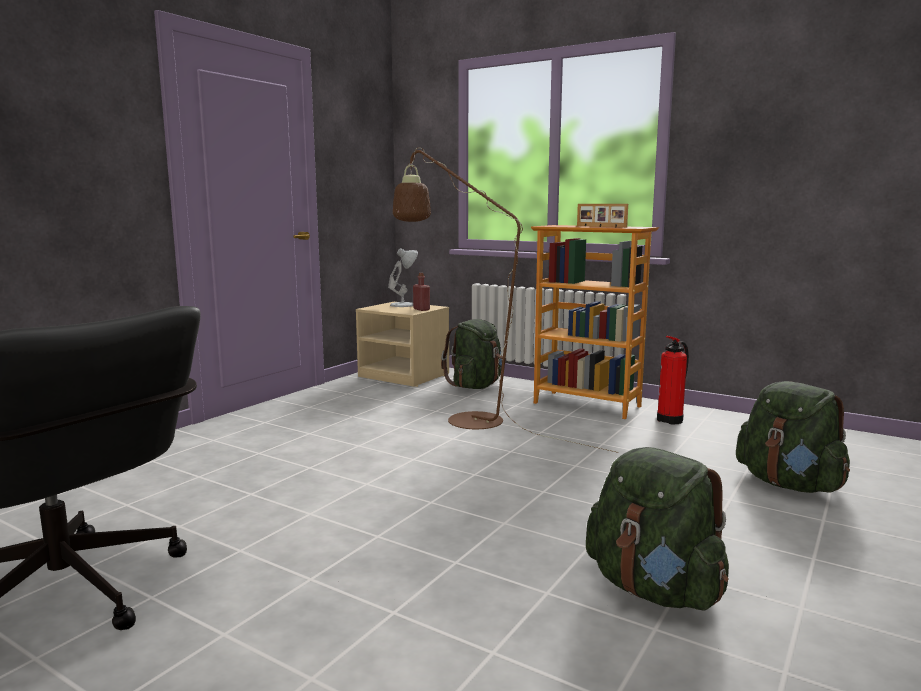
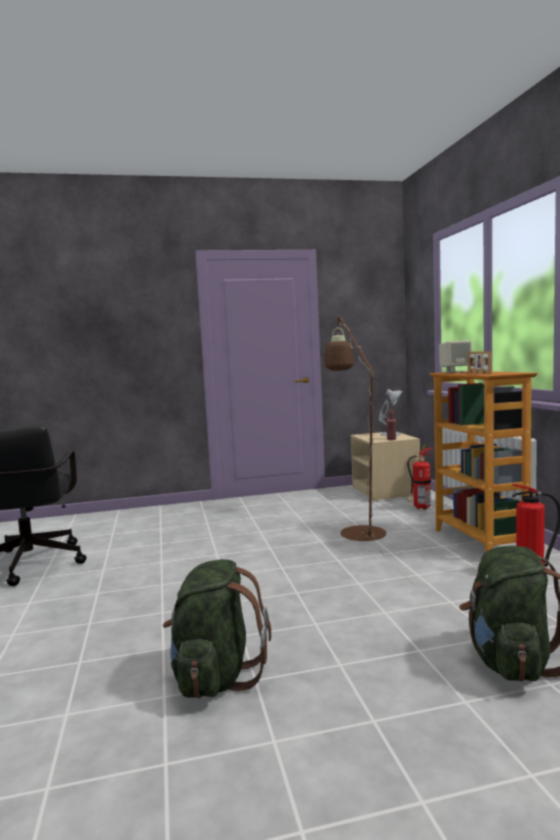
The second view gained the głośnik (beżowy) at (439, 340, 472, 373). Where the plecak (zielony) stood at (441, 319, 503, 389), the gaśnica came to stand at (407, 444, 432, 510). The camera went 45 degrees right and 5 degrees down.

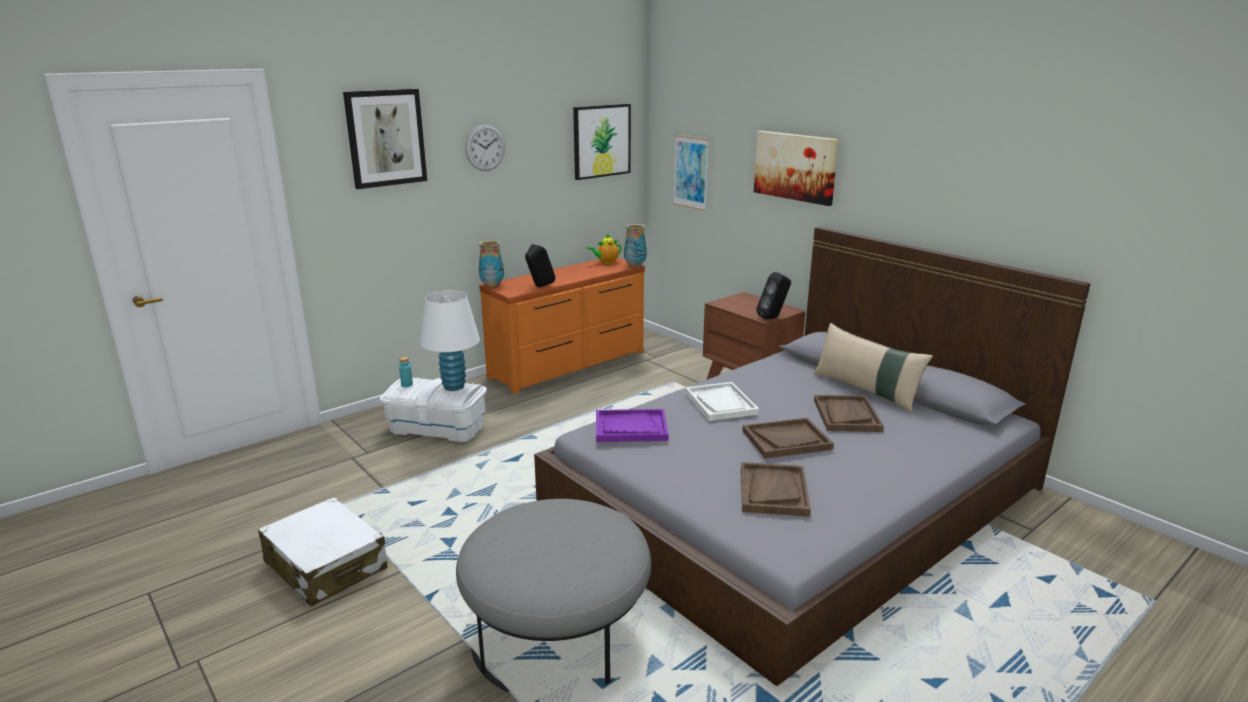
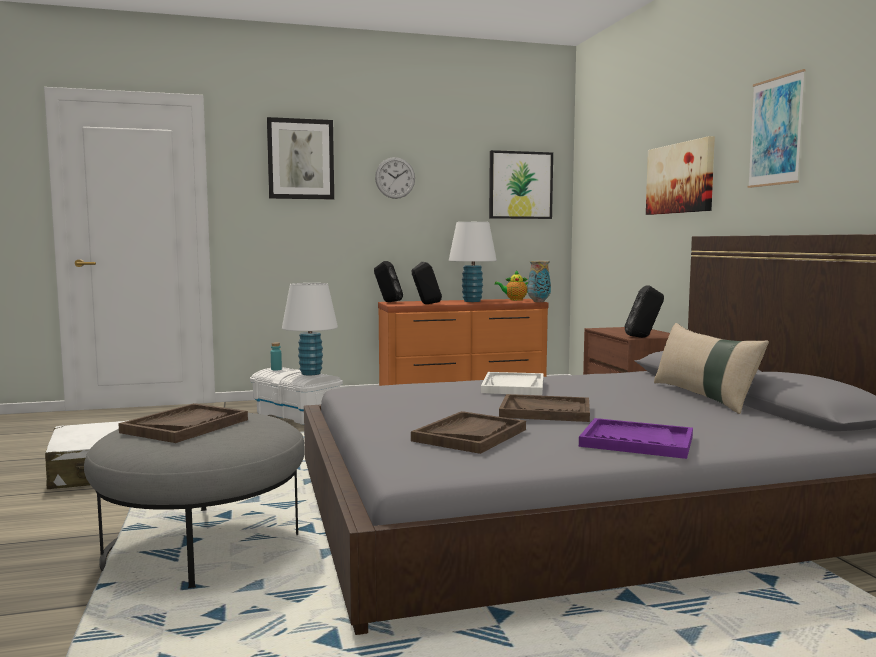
The second view gained the lampa stołowa (biały) at (449, 222, 497, 302). The taca (fioletowy) ended up elsewhere, having gone from (596, 409, 669, 442) to (579, 418, 693, 459). The obraz ended up elsewhere, having gone from (673, 135, 709, 211) to (747, 69, 806, 188). The taca (brązowy) ended up elsewhere, having gone from (814, 395, 884, 432) to (118, 403, 248, 443). Where the wazon stood at (479, 240, 504, 287), the głośnik (czarny) came to stand at (374, 261, 403, 302). The camera went 25 degrees right and 15 degrees down.

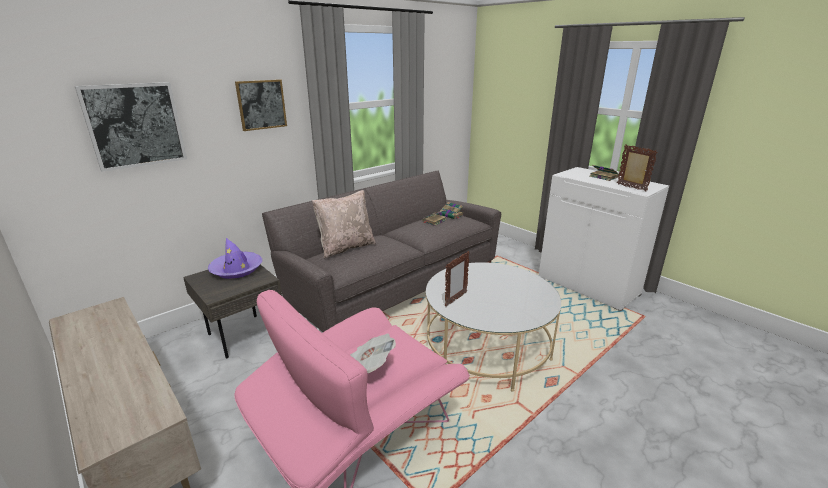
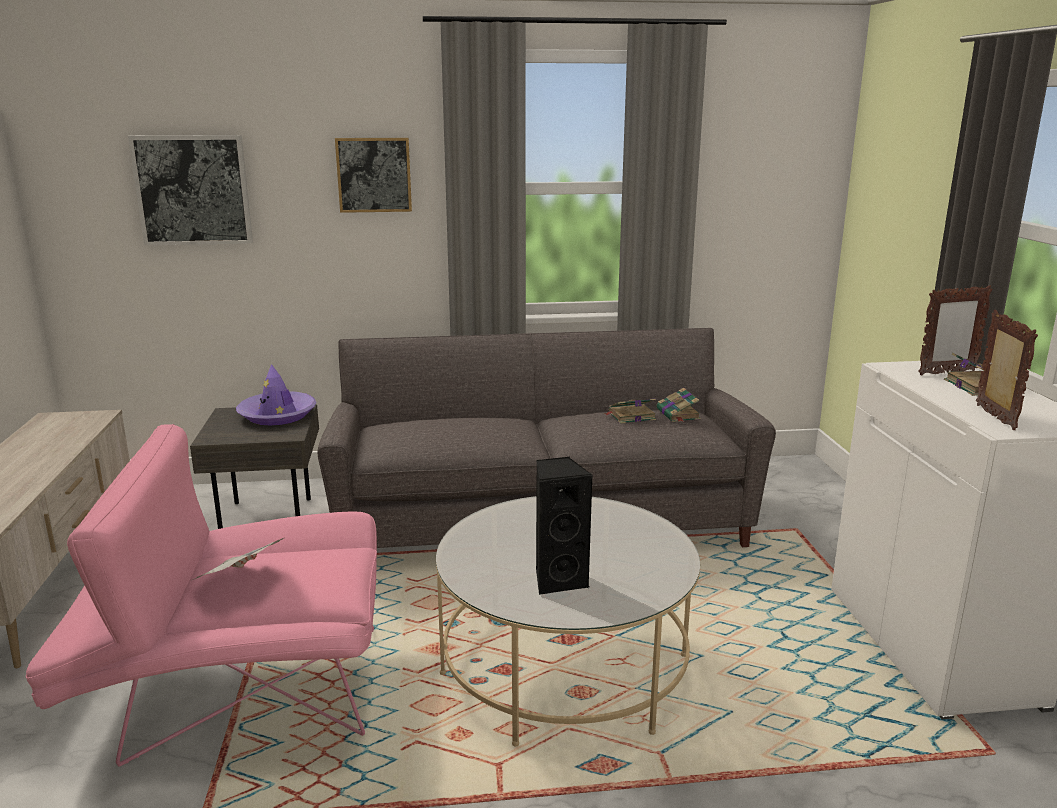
The second view lost the poduszka (beżowy) at (312, 190, 376, 258). The second view gained the głośnik (czarny) at (536, 457, 593, 595). The ramka na zdjęcie ended up elsewhere, having gone from (445, 251, 470, 307) to (918, 285, 993, 375). The camera went 35 degrees right and 5 degrees down.

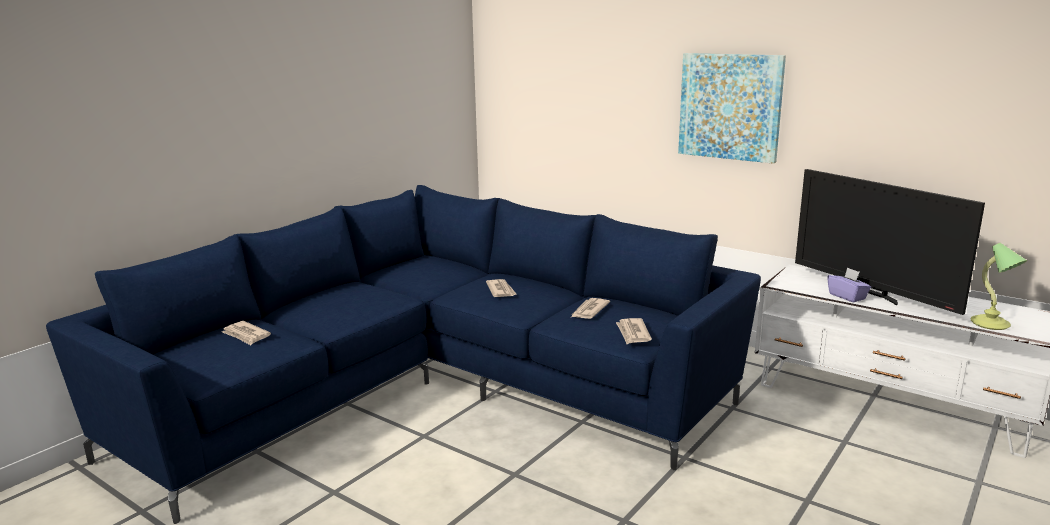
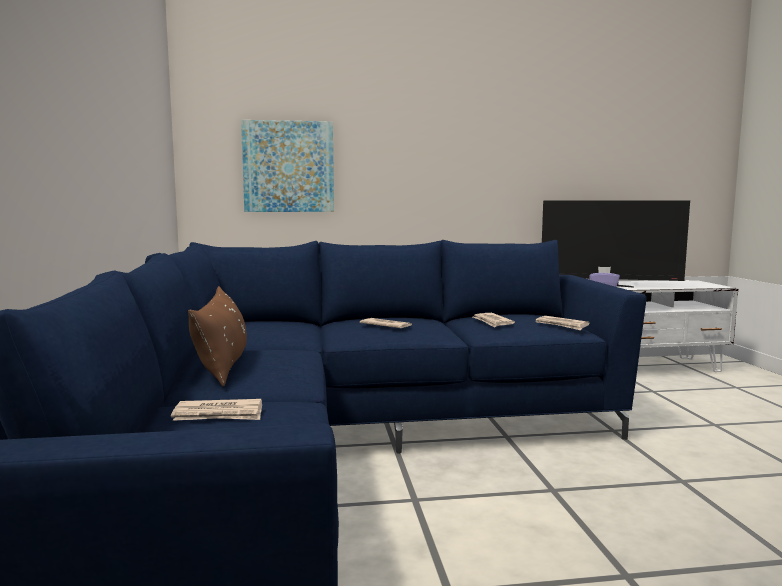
The second view lost the lampa stołowa at (970, 243, 1027, 330). The second view gained the poduszka (brązowy) at (188, 286, 247, 386). The obraz ended up elsewhere, having gone from (678, 53, 786, 164) to (241, 120, 334, 212). The camera went 45 degrees left and 10 degrees down.

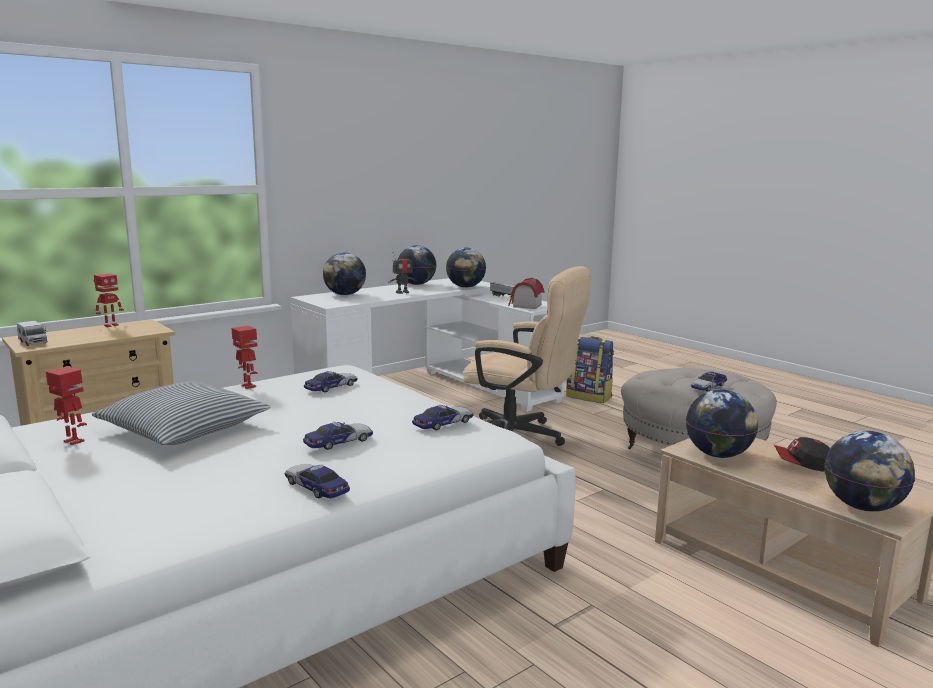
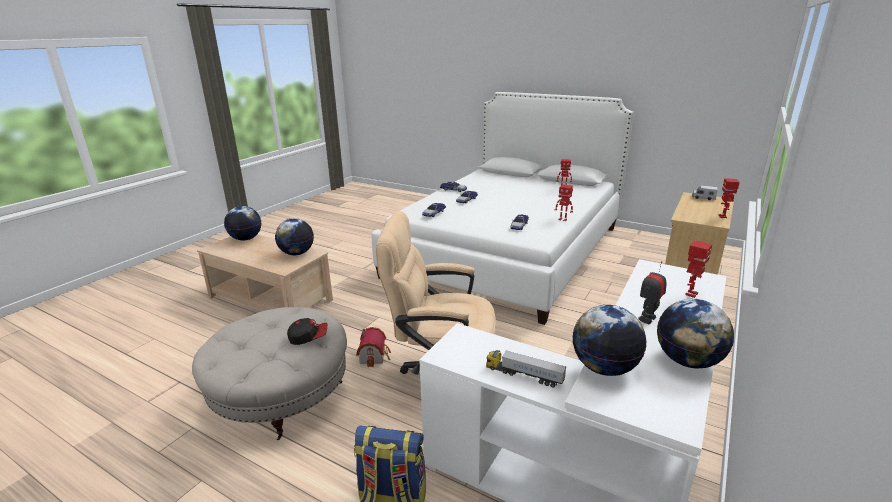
The second view lost the poduszka at (92, 381, 270, 445). The second view lost the samochodzik at (691, 372, 727, 391). The domek ended up elsewhere, having gone from (508, 278, 544, 309) to (356, 327, 391, 367). The czapka z daszkiem ended up elsewhere, having gone from (774, 437, 830, 472) to (287, 318, 327, 345). Where the globus stood at (323, 252, 366, 295), the robot zabawkowy came to stand at (685, 240, 713, 298). The camera went 160 degrees right and 10 degrees up.

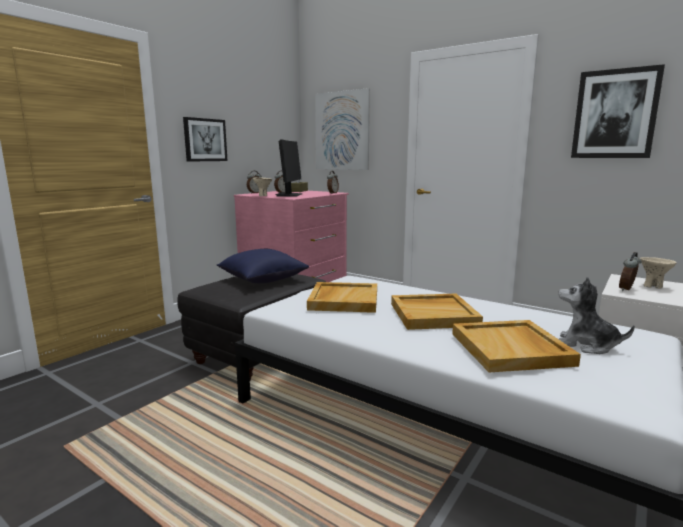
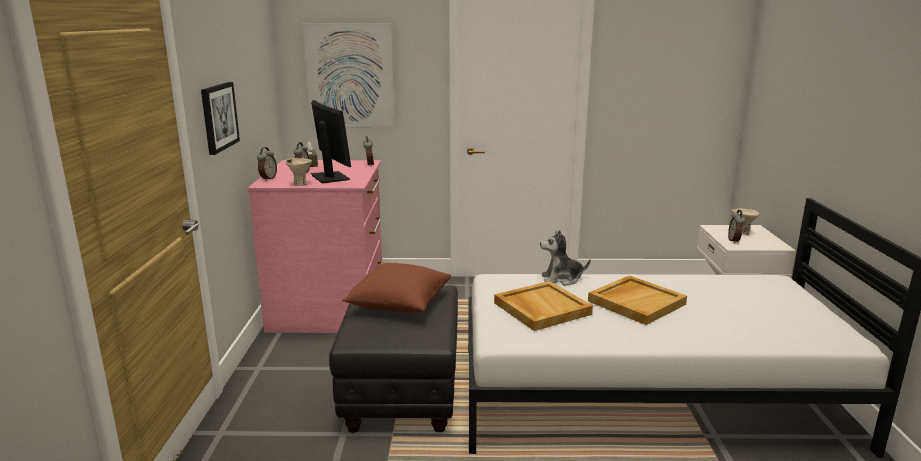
The second view lost the taca (beżowy) at (452, 320, 581, 373). The second view lost the obraz at (571, 64, 665, 158). The pluszak ended up elsewhere, having gone from (558, 276, 635, 354) to (540, 230, 590, 285). What was the poduszka (niebieski) at (217, 249, 309, 283) turned into the poduszka (brązowy) at (342, 263, 451, 313). The camera went 35 degrees left and 5 degrees up.

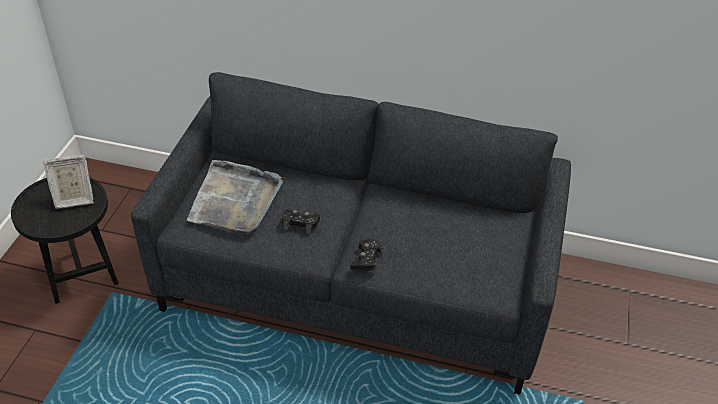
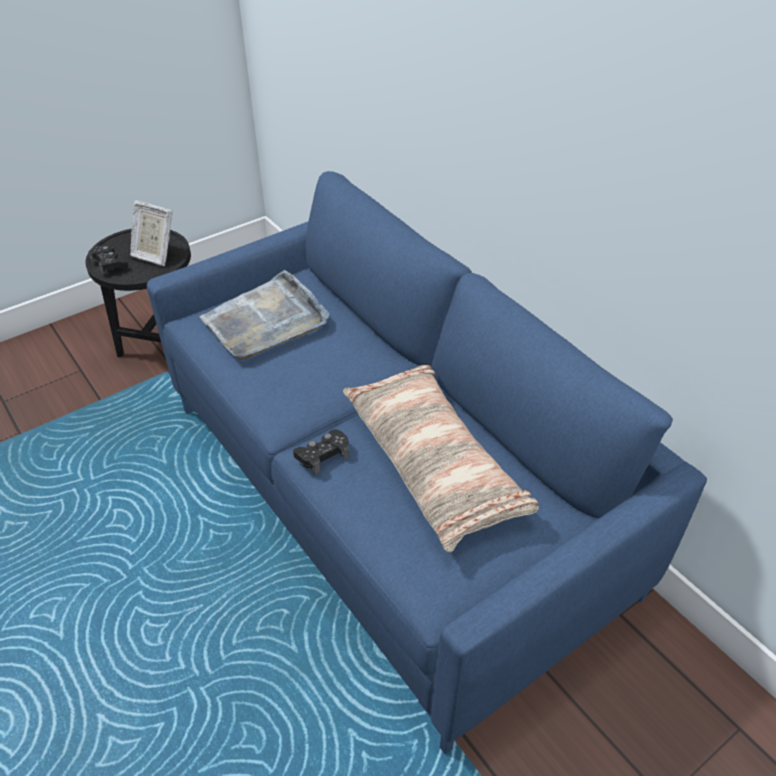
The second view gained the poduszka at (343, 365, 539, 552). The pad do gier (czarny) ended up elsewhere, having gone from (282, 209, 320, 234) to (88, 245, 128, 274). What was the kanapa (szary) at (131, 72, 571, 395) turned into the kanapa (niebieski) at (147, 171, 707, 755). The camera went 40 degrees right and 0 degrees up.

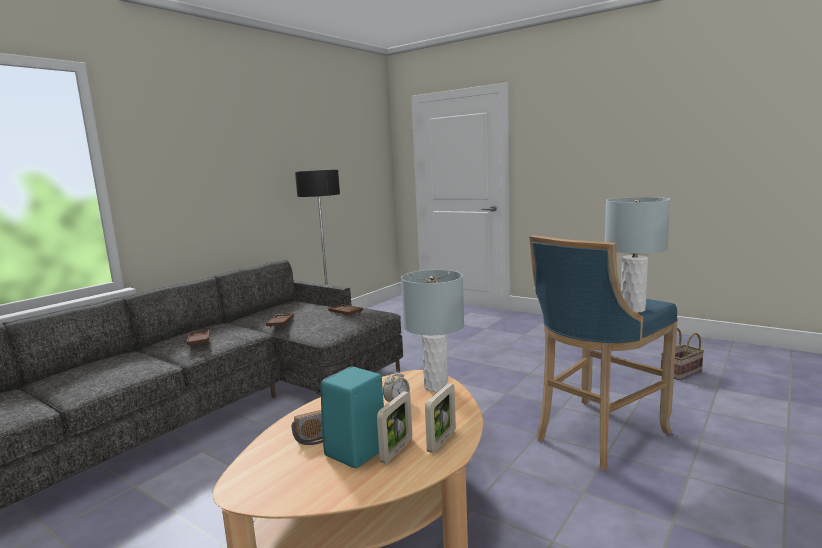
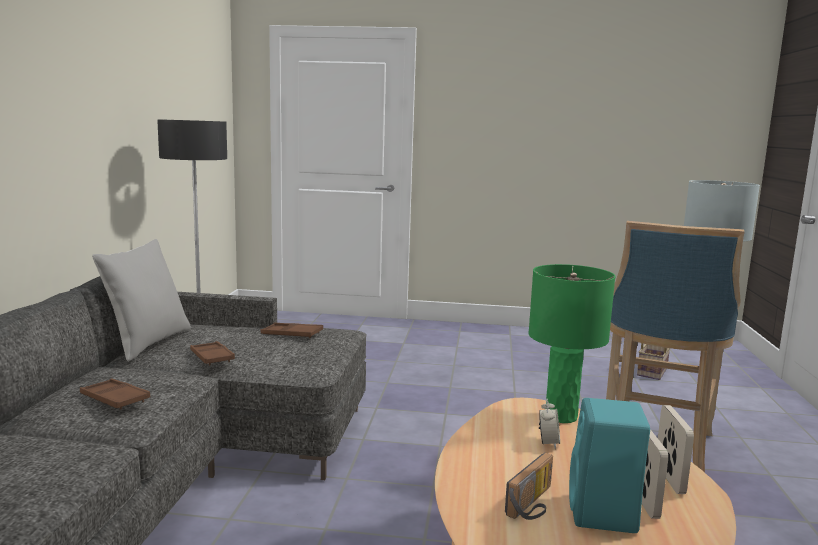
The second view gained the poduszka (szary) at (92, 239, 191, 361). What was the lampa stołowa (szary) at (401, 270, 464, 392) turned into the lampa stołowa (zielony) at (528, 264, 616, 423). The camera went 30 degrees left and 0 degrees up.

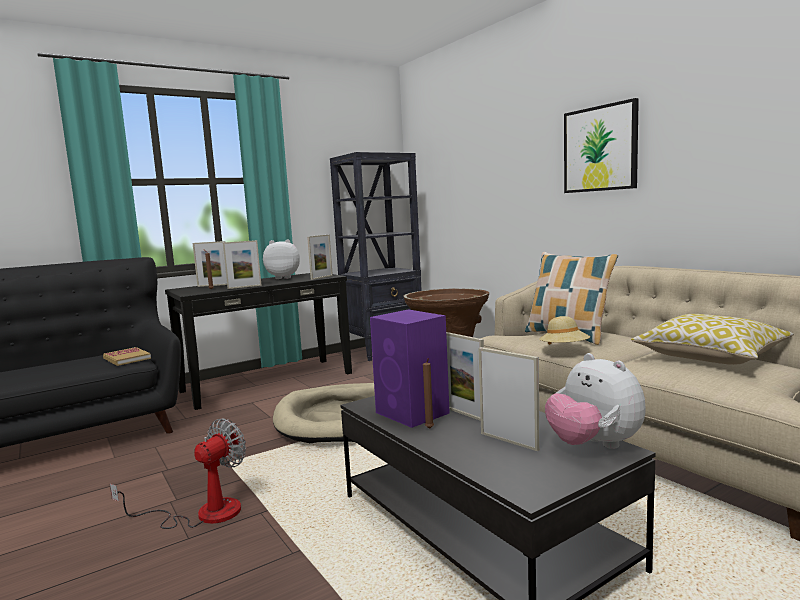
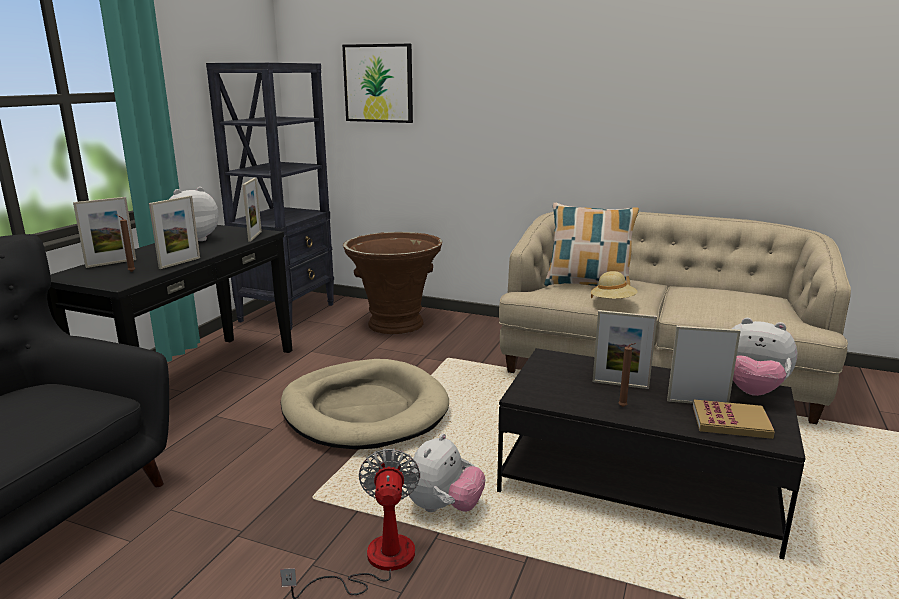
The second view lost the głośnik (fioletowy) at (370, 309, 450, 428). The second view lost the poduszka at (631, 314, 794, 365). The second view gained the pluszak at (408, 433, 485, 512). The książka ended up elsewhere, having gone from (103, 347, 151, 366) to (693, 399, 775, 439). The obraz ended up elsewhere, having gone from (564, 98, 639, 193) to (342, 44, 413, 123). The camera went 35 degrees left and 10 degrees up.

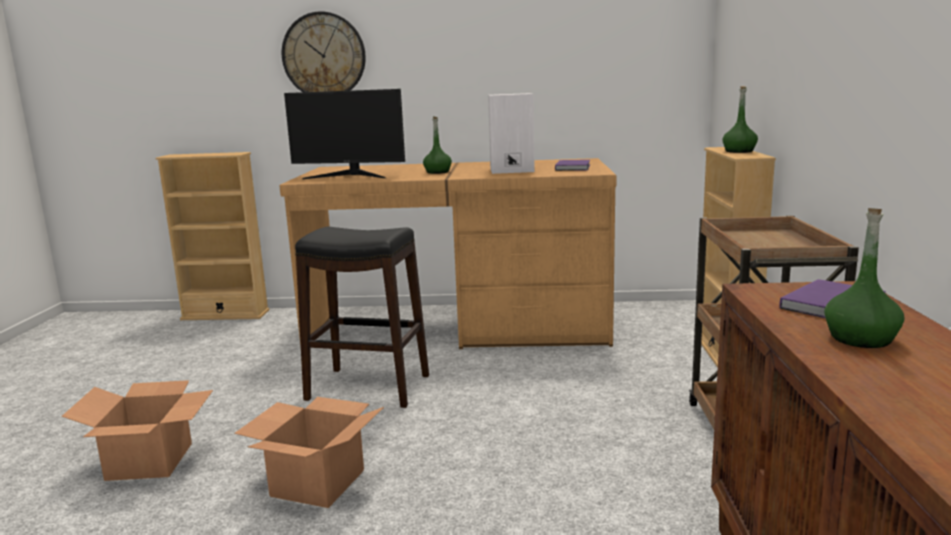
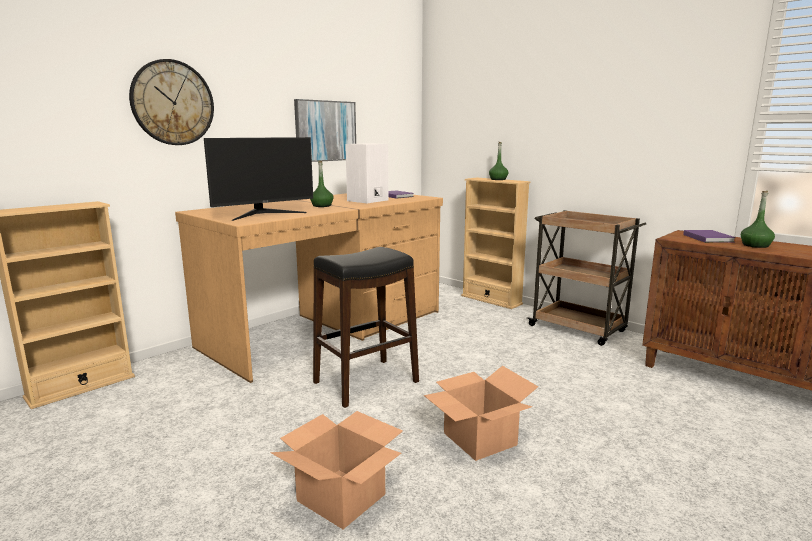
The second view gained the obraz at (294, 99, 356, 162). The camera went 50 degrees left and 0 degrees up.

